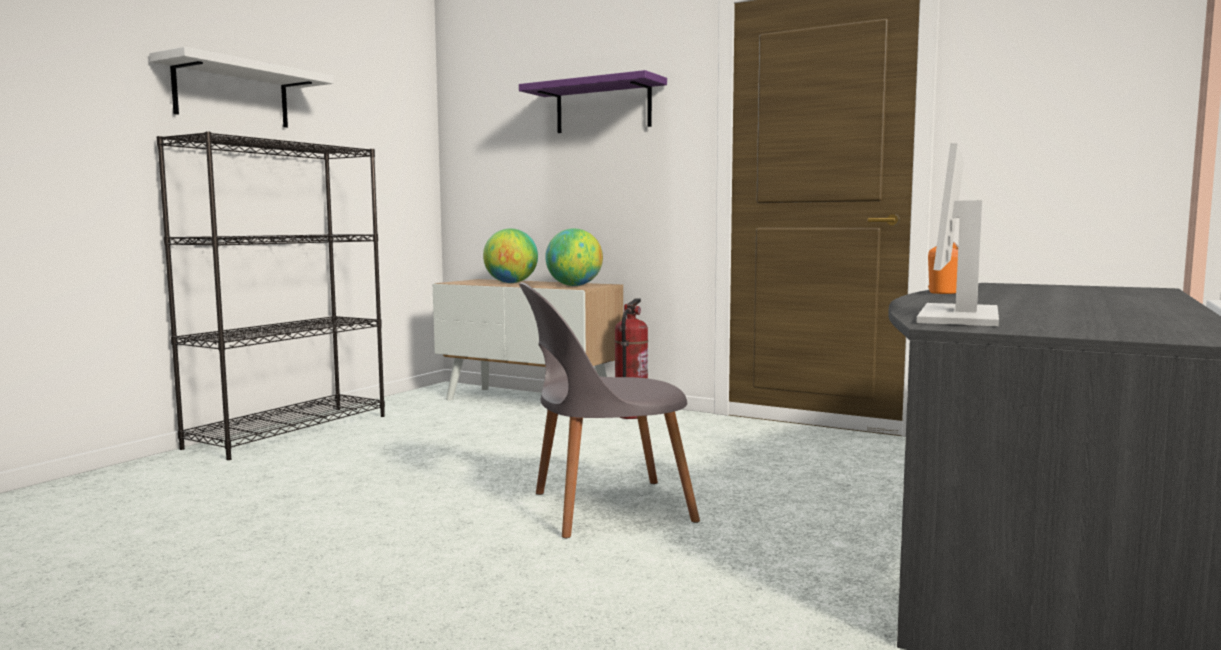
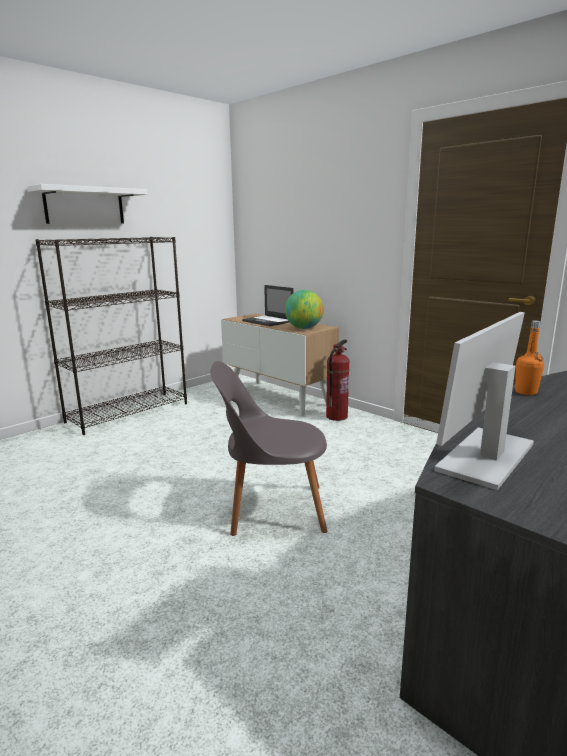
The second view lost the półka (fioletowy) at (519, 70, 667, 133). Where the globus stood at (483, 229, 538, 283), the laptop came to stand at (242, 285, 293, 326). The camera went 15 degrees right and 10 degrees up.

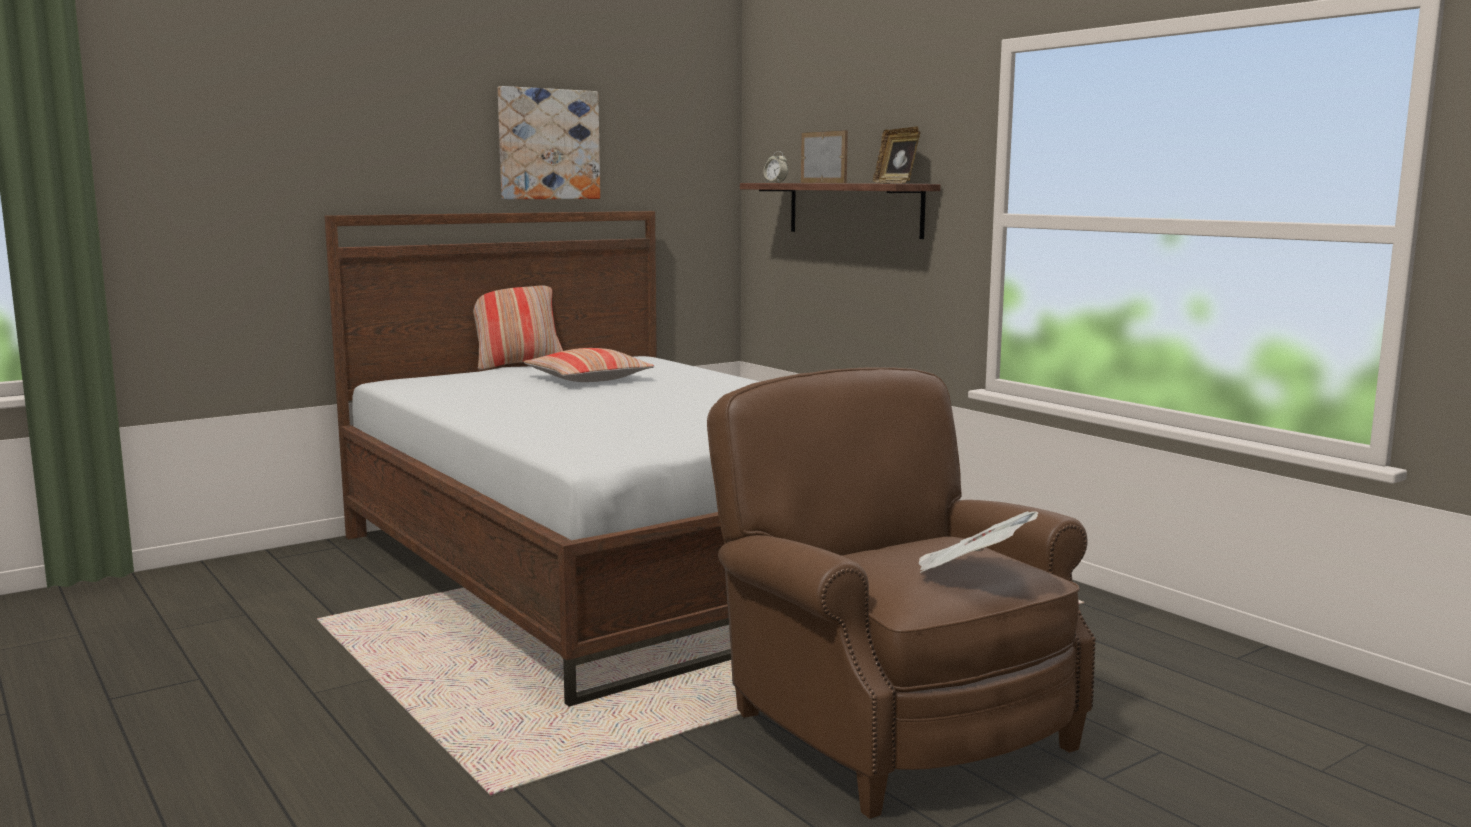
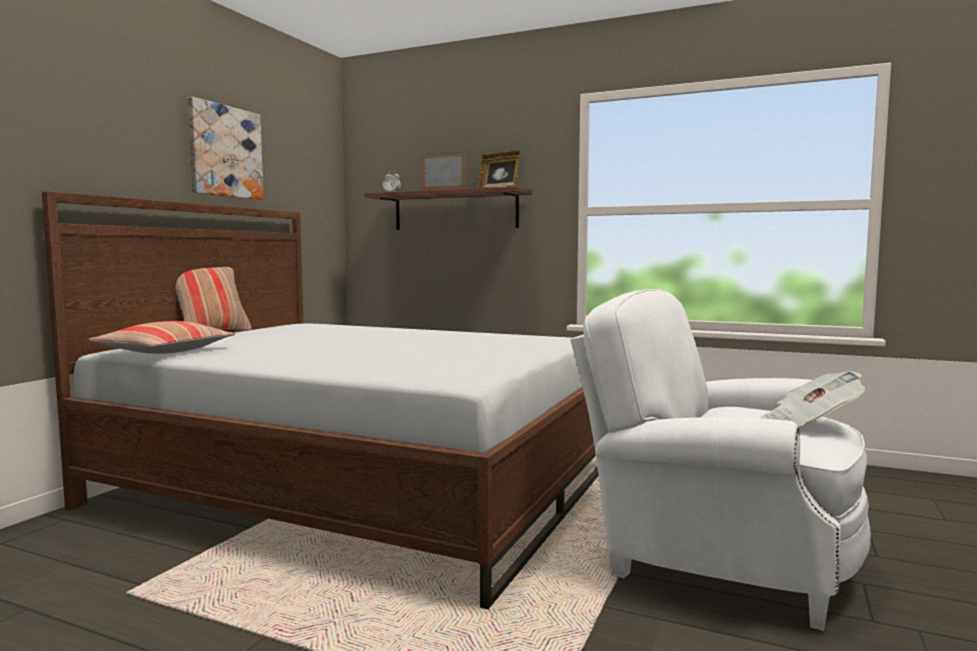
The poduszka ended up elsewhere, having gone from (524, 348, 654, 382) to (89, 321, 235, 354). What was the fotel (brązowy) at (707, 367, 1096, 819) turned into the fotel (biały) at (570, 289, 871, 631). The camera went 30 degrees left and 5 degrees down.

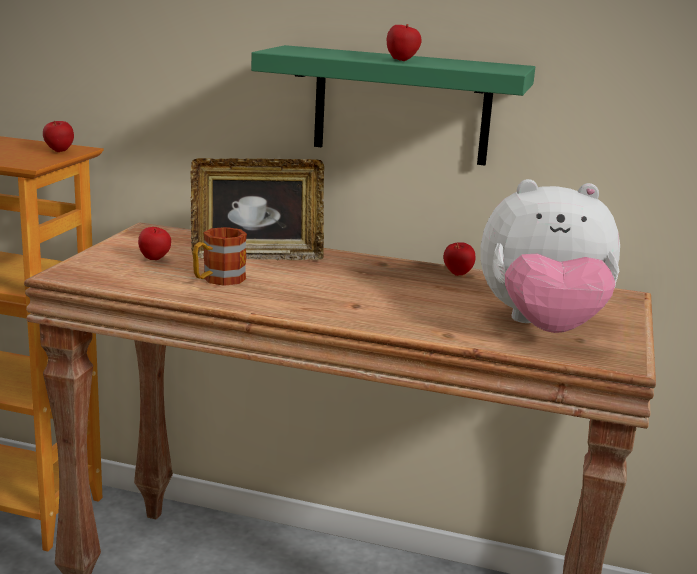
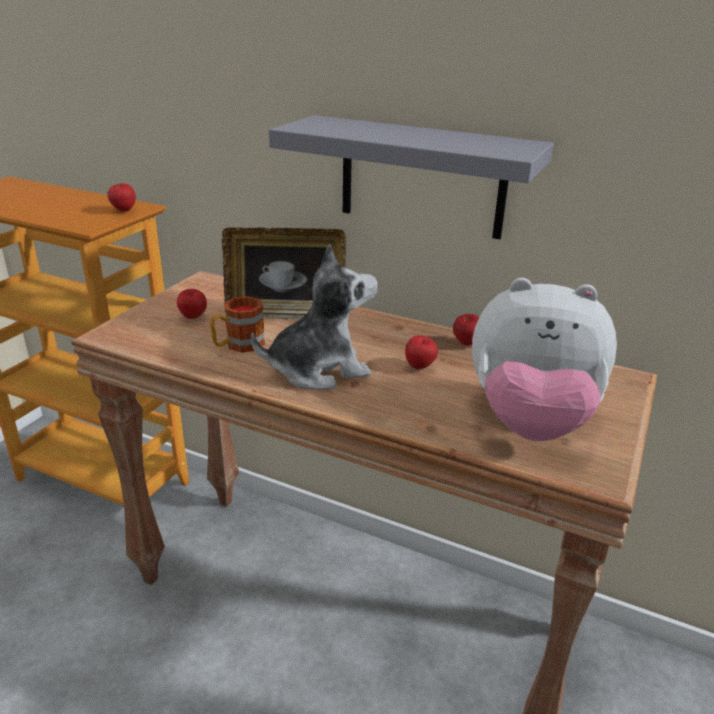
The second view gained the pluszak at (251, 244, 378, 390). The jabłko ended up elsewhere, having gone from (387, 24, 422, 61) to (405, 335, 438, 369). What was the półka (zielony) at (251, 45, 535, 165) turned into the półka (szary) at (269, 115, 554, 239). The camera went 10 degrees right and 10 degrees up.

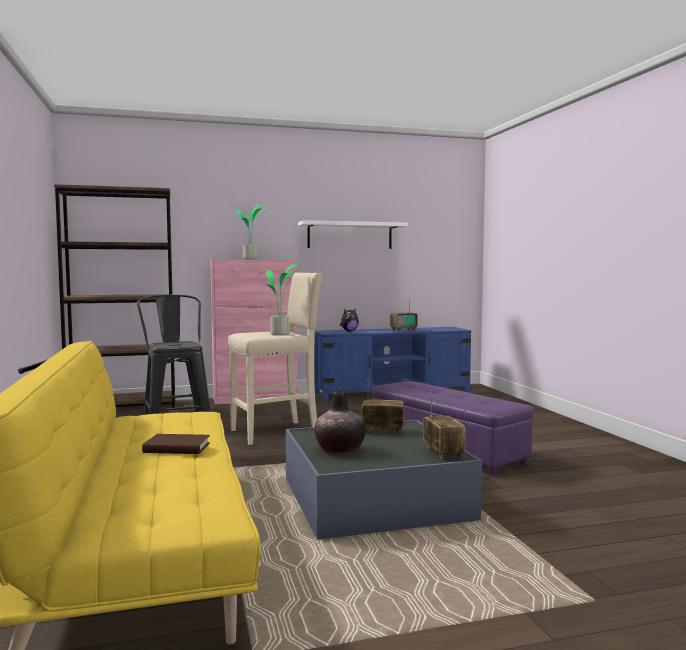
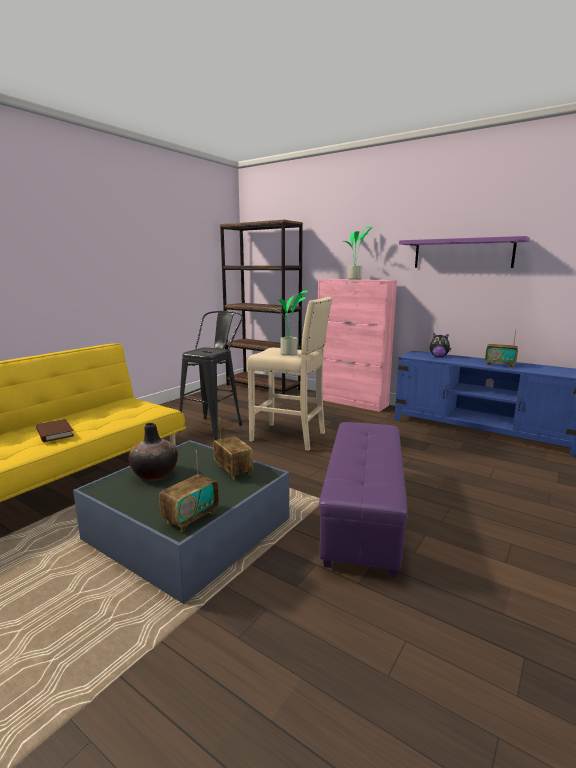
What was the półka (biały) at (298, 220, 408, 249) turned into the półka (fioletowy) at (399, 236, 530, 268). The camera went 50 degrees right and 10 degrees up.

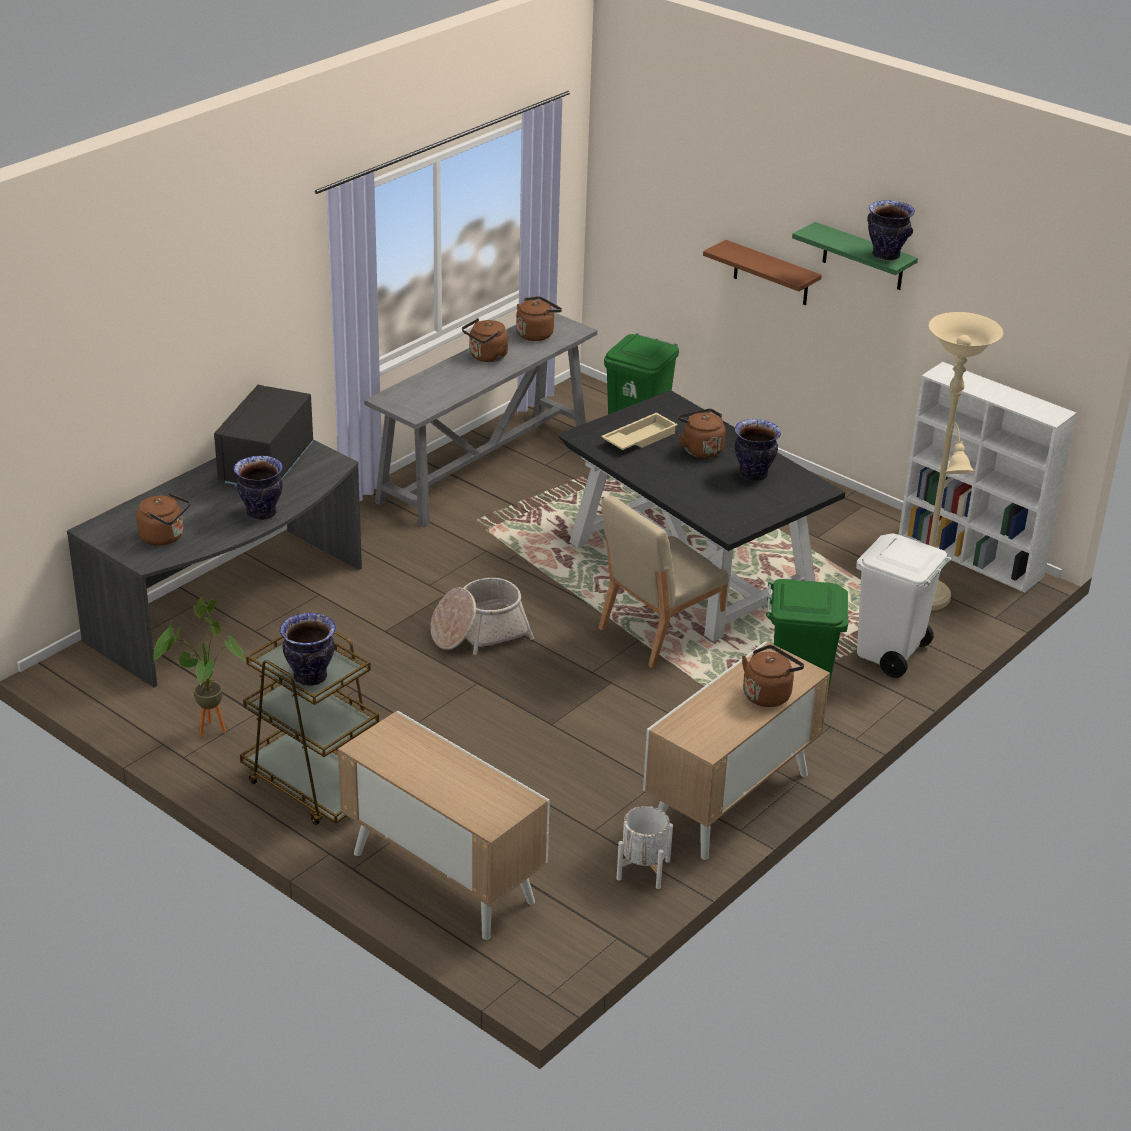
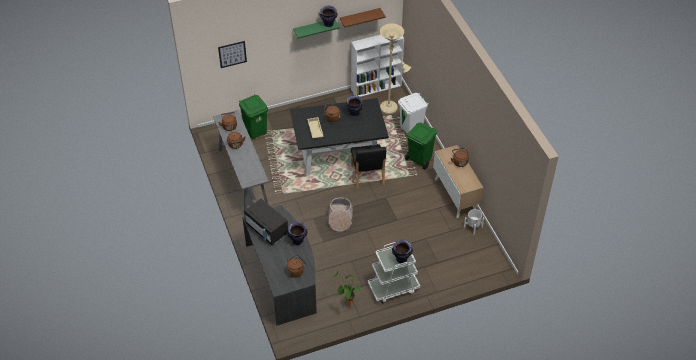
The second view lost the szafka at (338, 711, 550, 940). The second view gained the obraz at (218, 41, 247, 68). The półka (brązowy) ended up elsewhere, having gone from (703, 240, 822, 305) to (340, 8, 386, 27). What was the wózek (brązowy) at (240, 631, 379, 825) turned into the wózek (biały) at (368, 242, 420, 303). What was the krzesło (beżowy) at (598, 495, 729, 668) turned into the krzesło (czarny) at (351, 144, 386, 189). The camera went 60 degrees left and 15 degrees up.

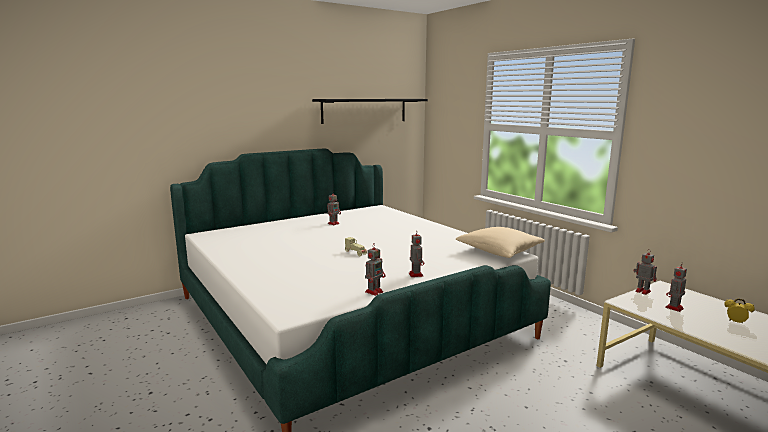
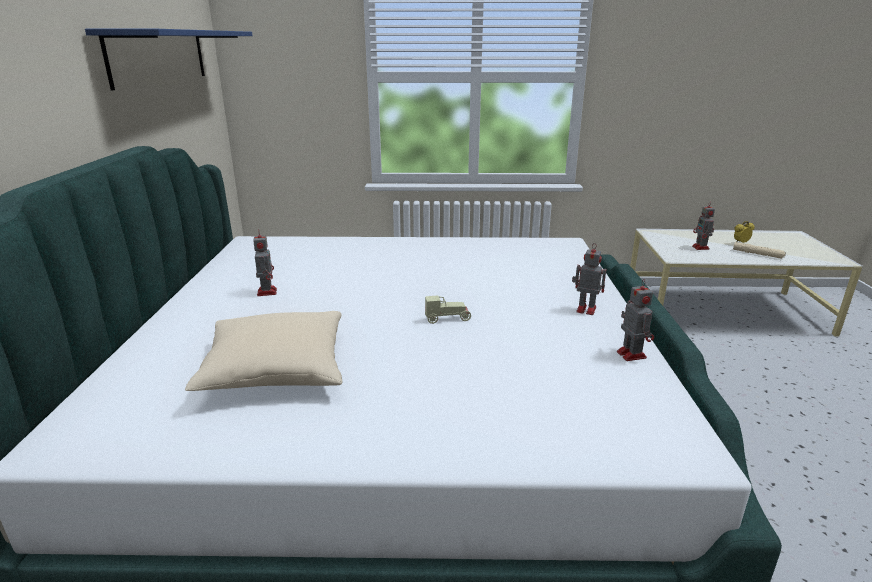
The second view lost the robot zabawkowy at (633, 249, 657, 295). The second view gained the latarka (beżowy) at (733, 242, 786, 259). The poduszka (beżowy) ended up elsewhere, having gone from (456, 227, 545, 258) to (185, 311, 343, 391). What was the półka (czarny) at (312, 99, 428, 124) turned into the półka (niebieski) at (85, 29, 253, 90). The camera went 55 degrees left and 10 degrees up.

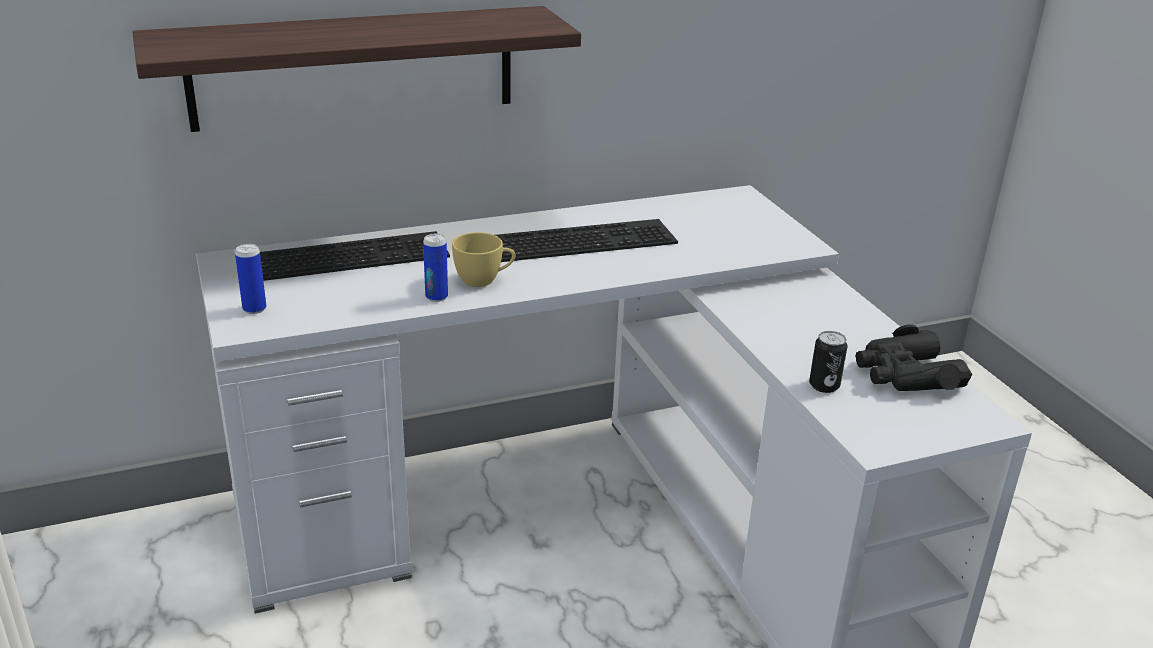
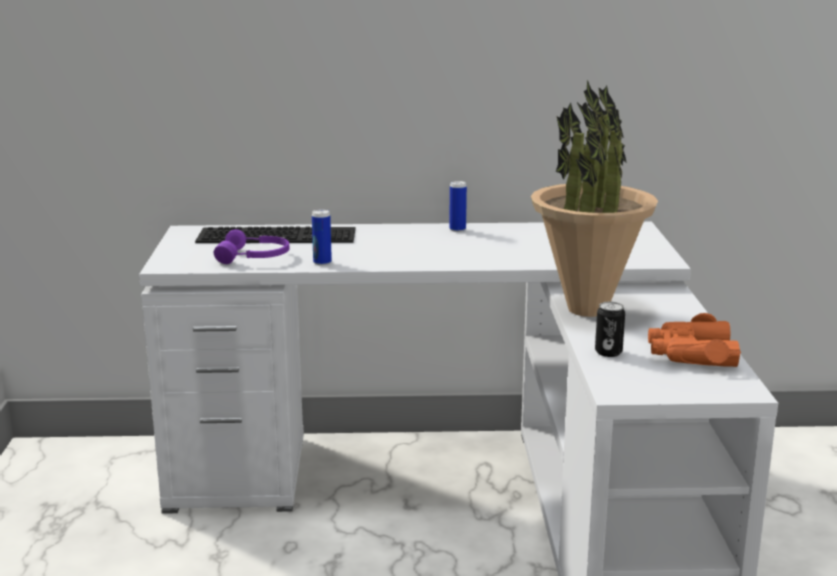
The second view lost the półka at (133, 6, 581, 132). The second view lost the filiżanka (żółty) at (452, 232, 515, 287). The second view lost the klawiatura at (495, 219, 678, 262). The second view gained the słuchawki (fioletowy) at (214, 229, 289, 264). The second view gained the roślina doniczkowa at (531, 80, 658, 317). The puszka ended up elsewhere, having gone from (235, 244, 266, 314) to (449, 181, 467, 232). What was the lornetka (czarny) at (855, 325, 972, 391) turned into the lornetka (pomarańczowy) at (648, 313, 741, 367). The camera went 20 degrees right and 10 degrees down.

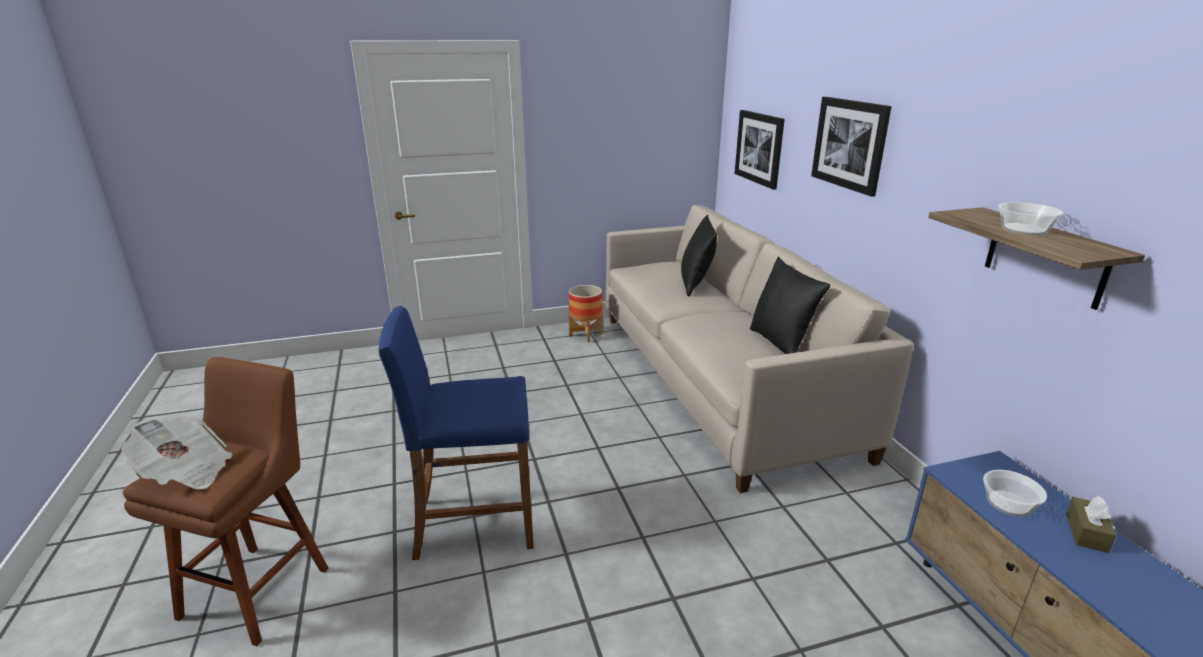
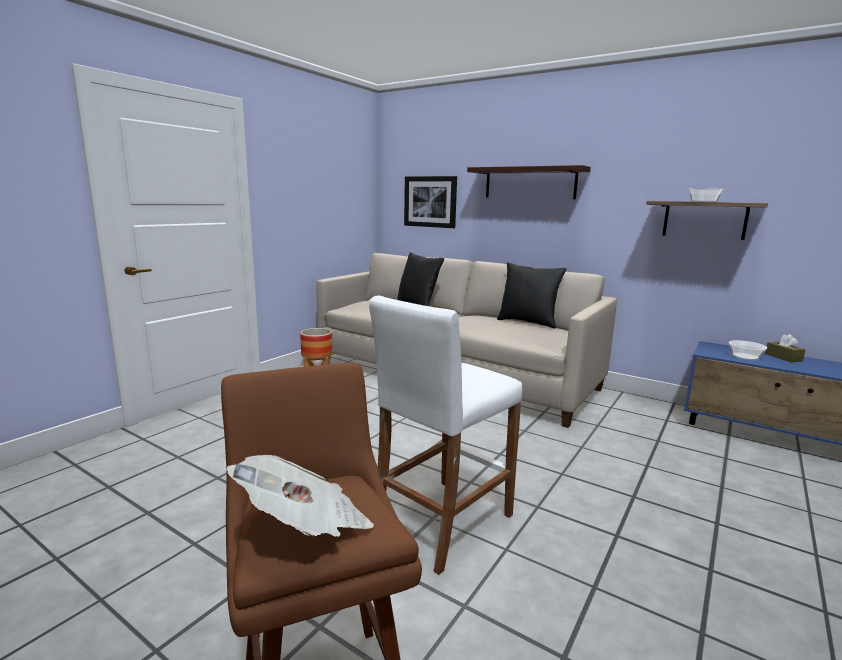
Where the obraz hung at (811, 97, 892, 197), the półka came to hang at (467, 165, 591, 199). What was the stołek (niebieski) at (378, 306, 534, 560) turned into the stołek (biały) at (369, 296, 522, 575). The camera went 40 degrees left and 10 degrees down.

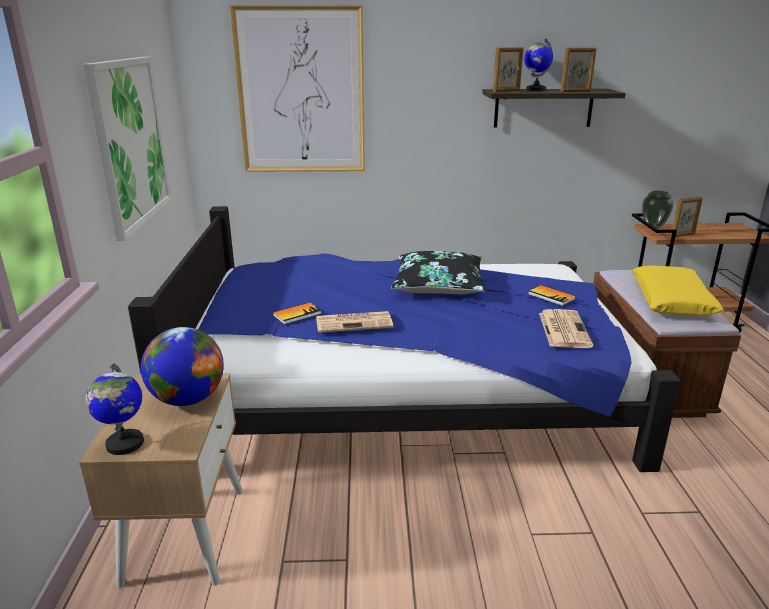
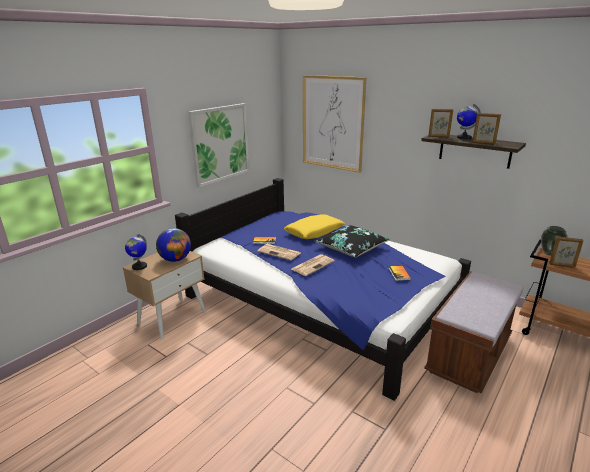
The gazeta ended up elsewhere, having gone from (539, 309, 593, 348) to (291, 254, 335, 276). The poduszka (żółty) ended up elsewhere, having gone from (632, 265, 724, 315) to (284, 214, 345, 239). The camera went 40 degrees right and 0 degrees up.

